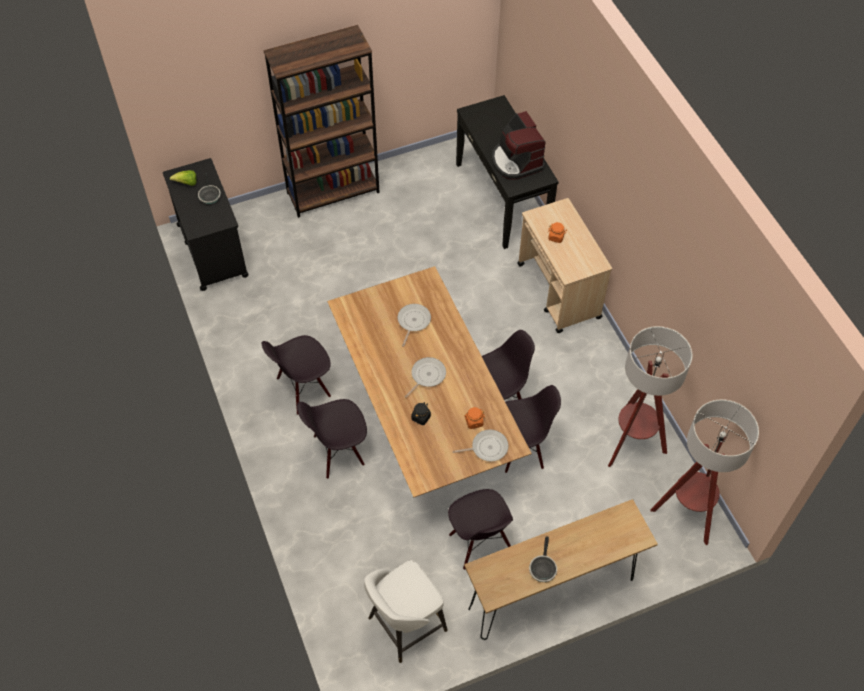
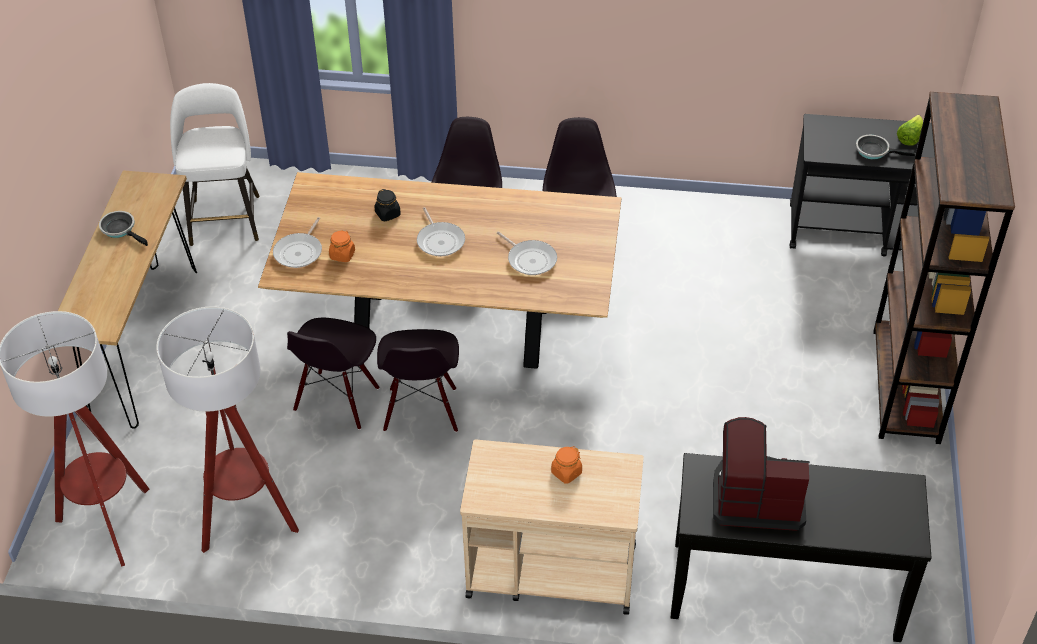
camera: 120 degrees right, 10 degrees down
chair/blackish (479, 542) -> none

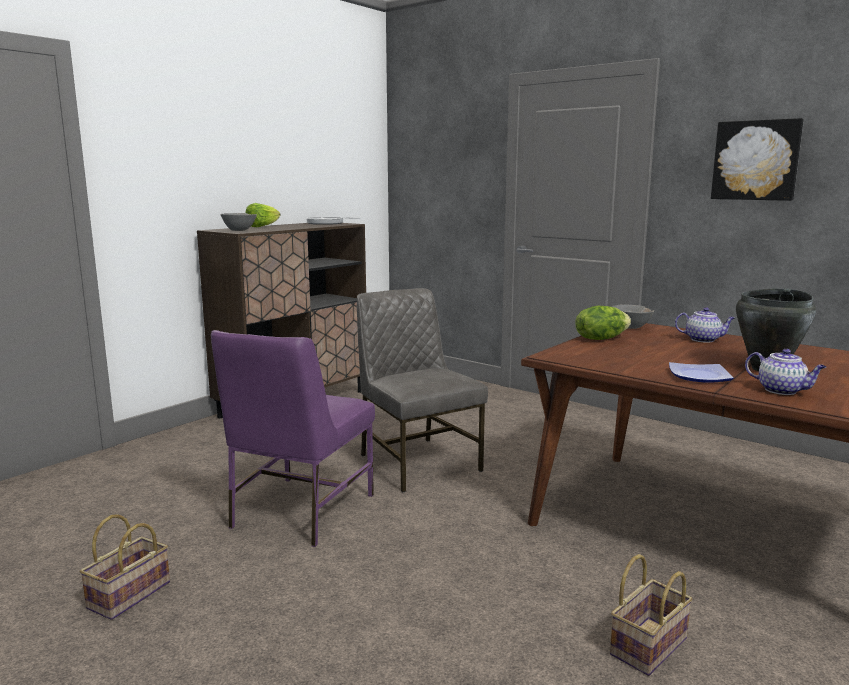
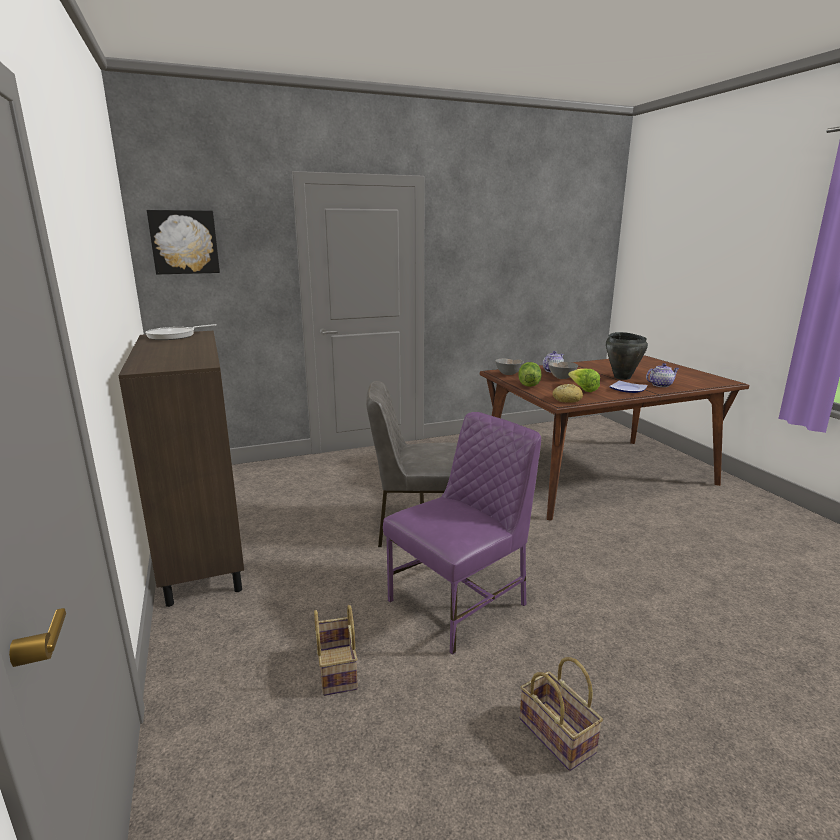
camera: 60 degrees left, 5 degrees up
none -> bakery bread (566, 399)
deep dish/grey (239, 231) -> deep dish/grey (562, 378), relocated
head of lettuce (263, 226) -> head of lettuce (583, 389), relocated
household basket (648, 644) -> household basket (335, 669), relocated
wall picture (756, 160) -> wall picture (184, 242), relocated
chair/purplish (300, 511) -> chair/purplish (460, 603), 90 degrees counterclockwise

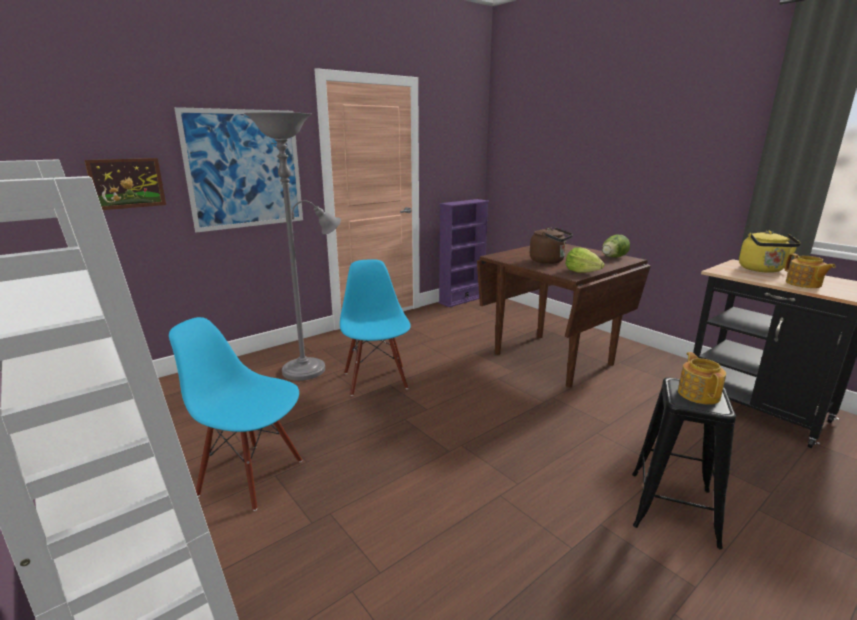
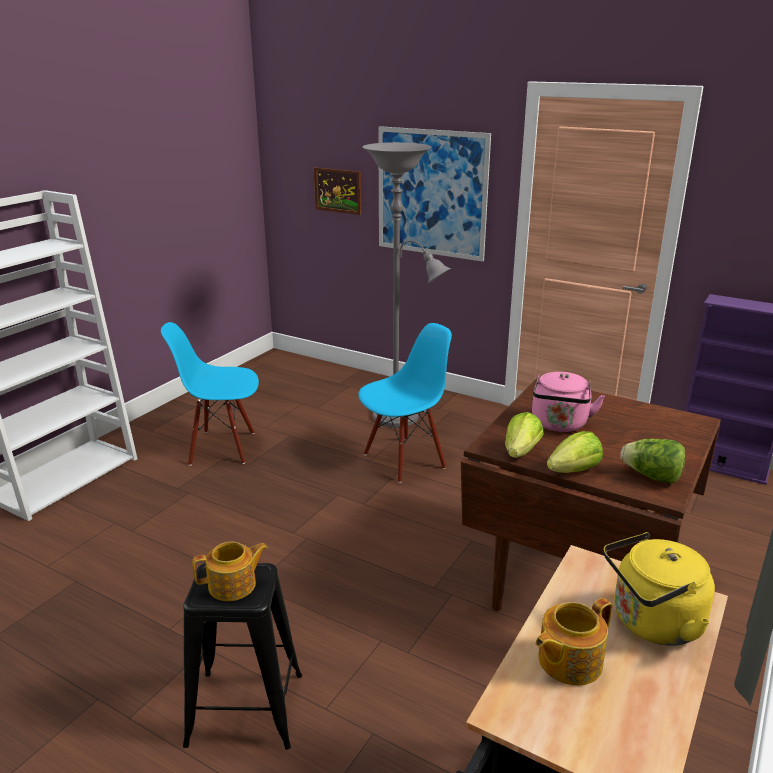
camera: 70 degrees right, 5 degrees up
none -> head of lettuce (574, 470)
kettle/brown-coloured (549, 261) -> kettle/pinkish (559, 425)
chair/bluish (252, 476) -> chair/bluish (222, 447), 90 degrees counterclockwise

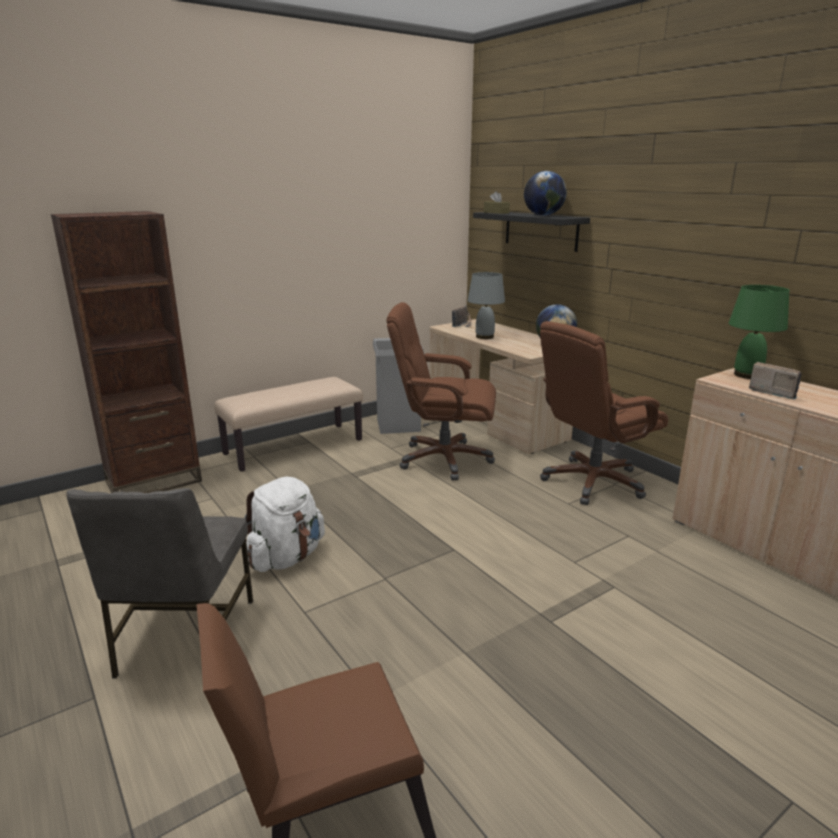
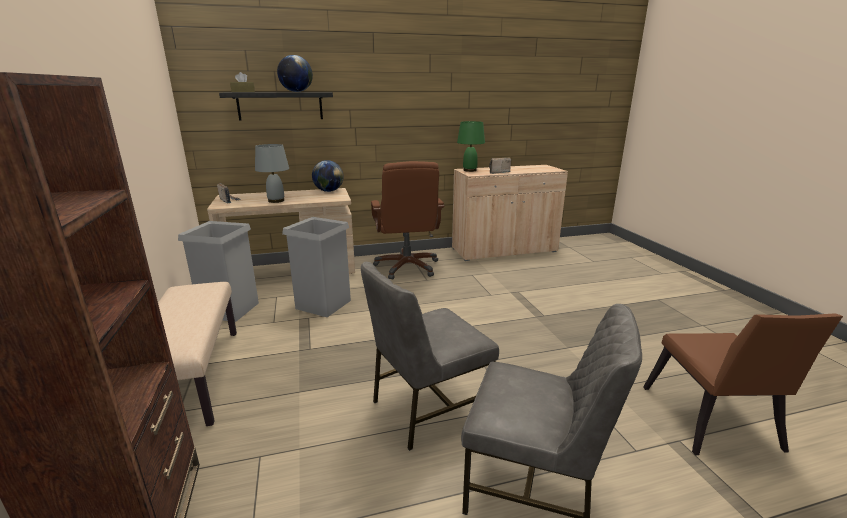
camera: 70 degrees left, 0 degrees up
knapsack/whitish (286, 557) -> chair/grey (427, 408)
office chair/brown-coloured (443, 459) -> waste bin/grey (323, 304)

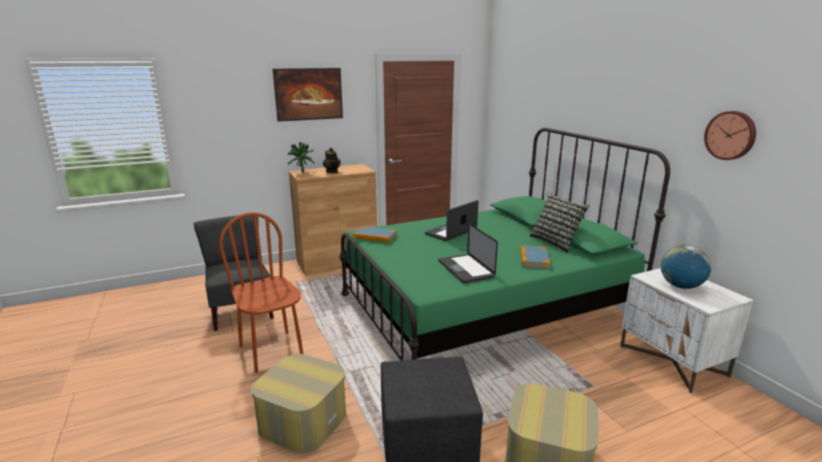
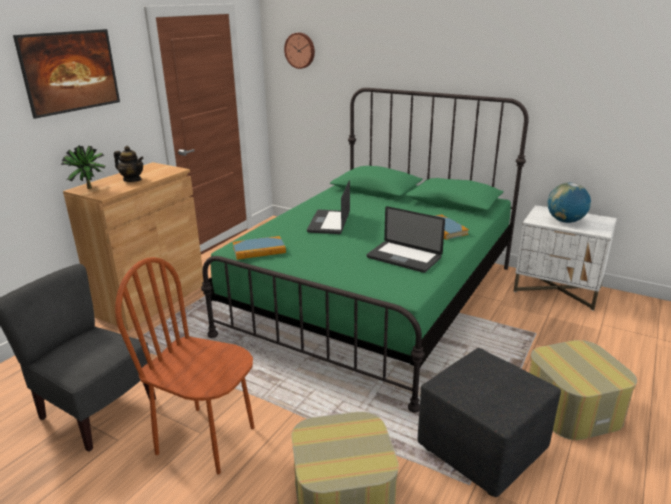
camera: 35 degrees left, 5 degrees up
pillow (556, 242) -> none
clock on the wall (731, 135) -> clock on the wall (300, 50), relocated

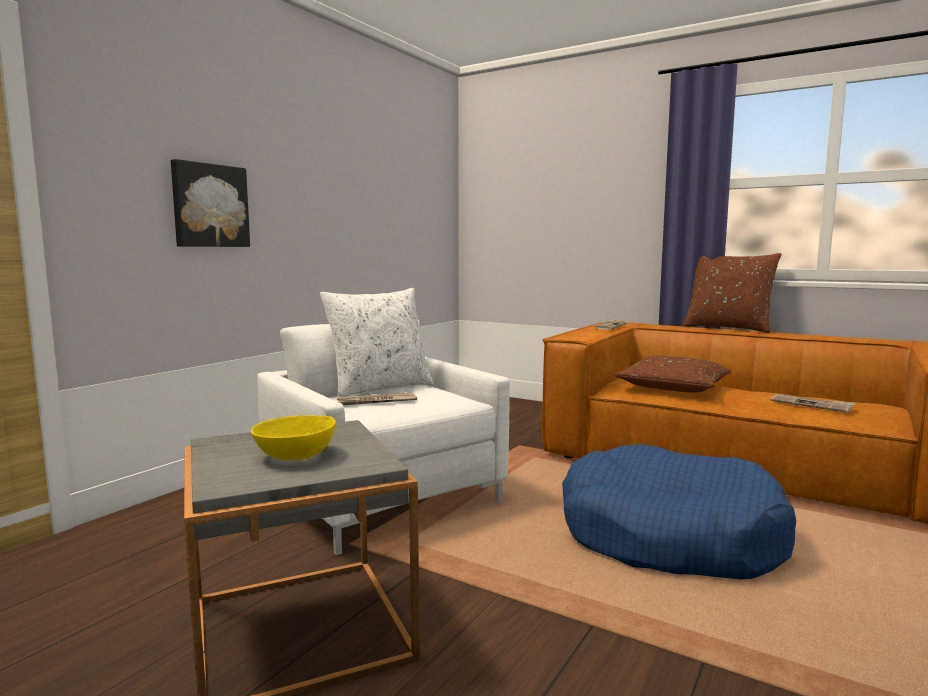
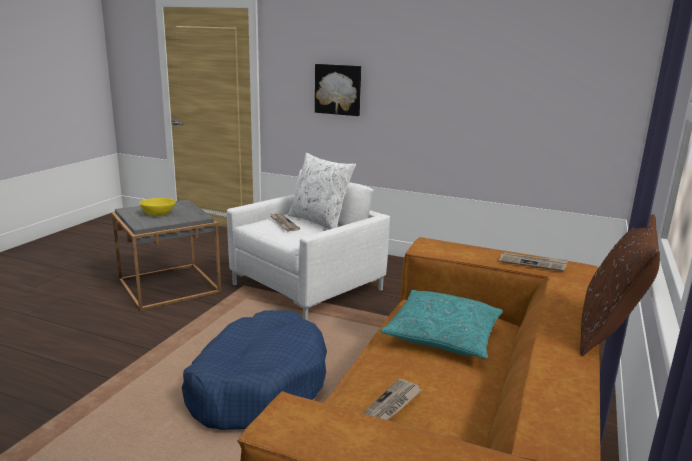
camera: 80 degrees right, 10 degrees up
pillow/brown-coloured (673, 387) -> pillow/turquoise (443, 334)

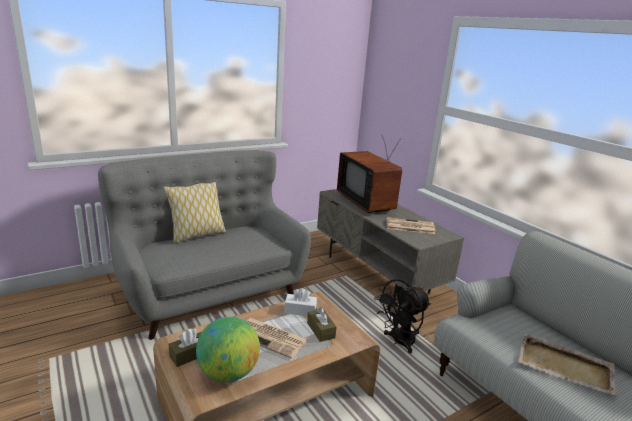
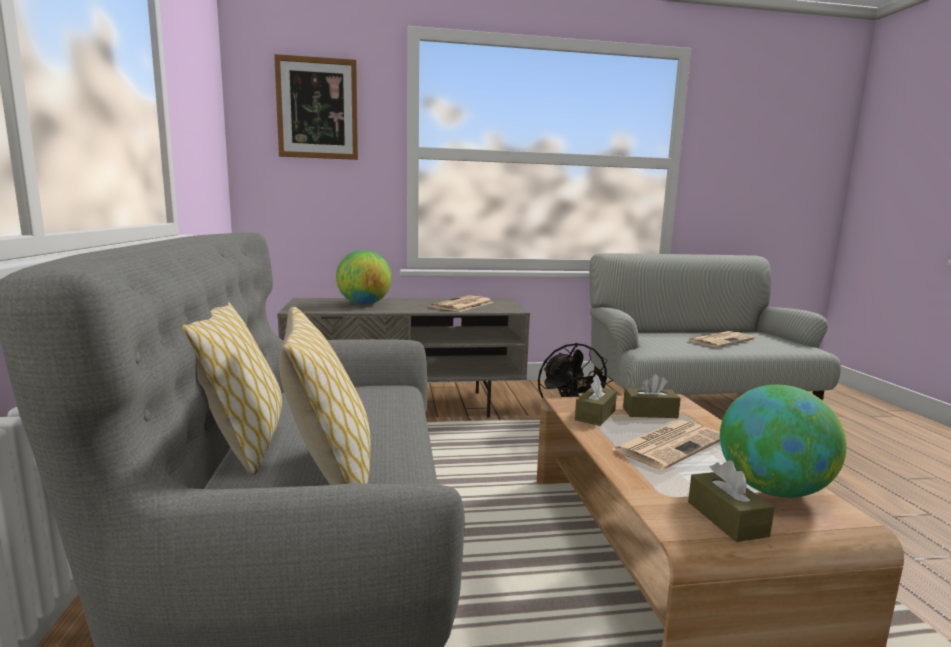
camera: 65 degrees left, 10 degrees down
none -> wall picture (317, 108)
none -> pillow (329, 475)
TV (368, 202) -> globe (364, 304)
carrying tray/beige-coloured (565, 366) -> daily paper (720, 340)
tissue box/whitish (300, 310) -> tissue box/brown-coloured (595, 415)

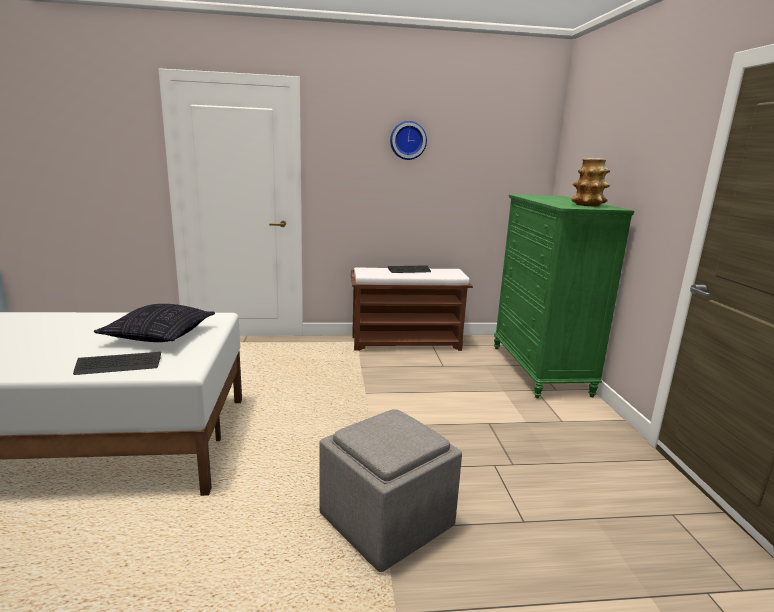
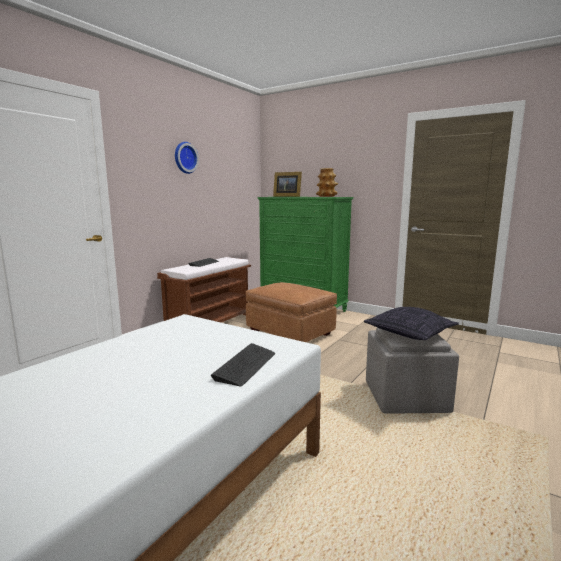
camera: 50 degrees left, 5 degrees down
none -> pouffe/brown-coloured (290, 332)
none -> photo frame (286, 196)
pillow (160, 336) -> pillow (409, 334), relocated

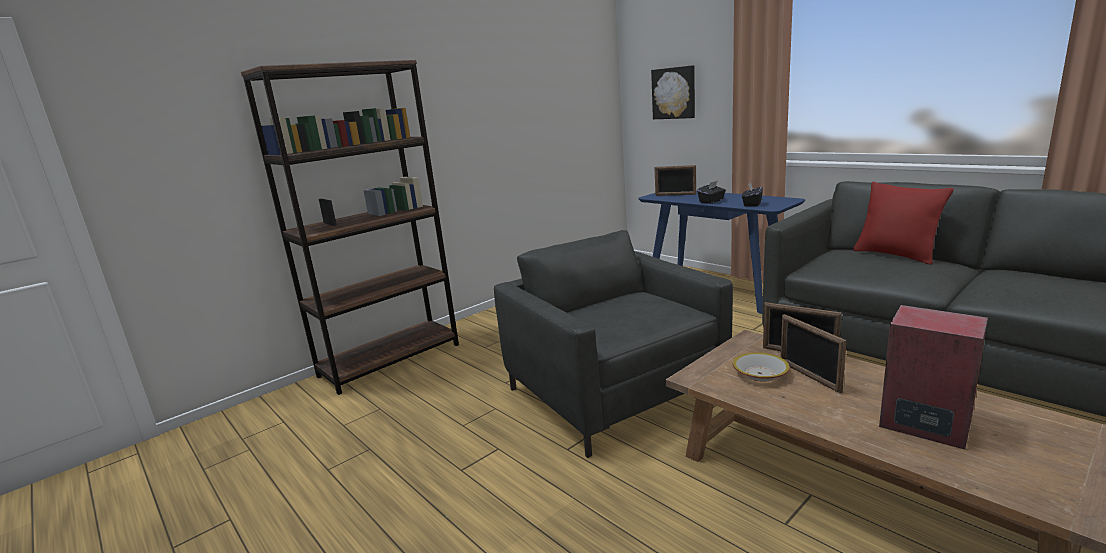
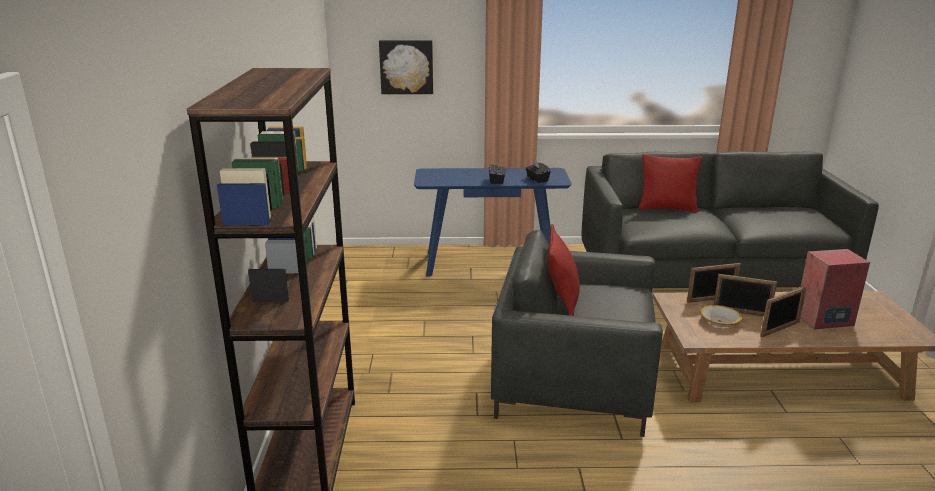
camera: 50 degrees left, 5 degrees up
none -> pillow/red-coloured (561, 302)
photo frame (675, 195) -> photo frame (780, 329), relocated

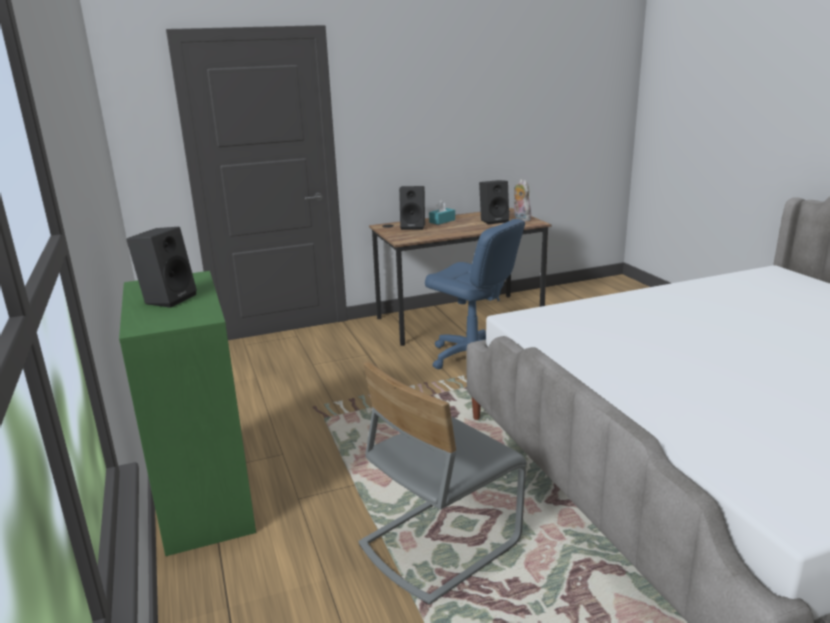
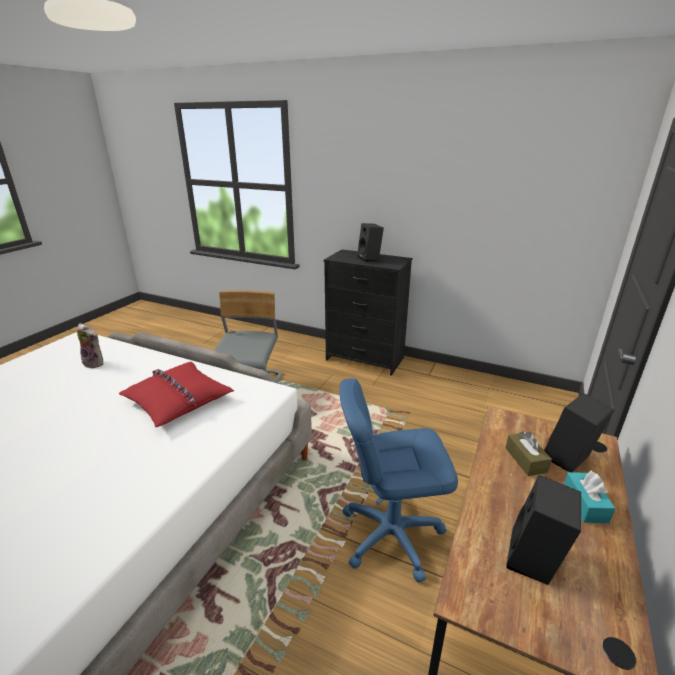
camera: 135 degrees right, 5 degrees up
none -> pillow/red-coloured (177, 400)
none -> tissue box/brown-coloured (525, 460)
soft toy (520, 219) -> soft toy (95, 363), relocated
dresser/green-coloured (206, 498) -> dresser/blackish (364, 359)

